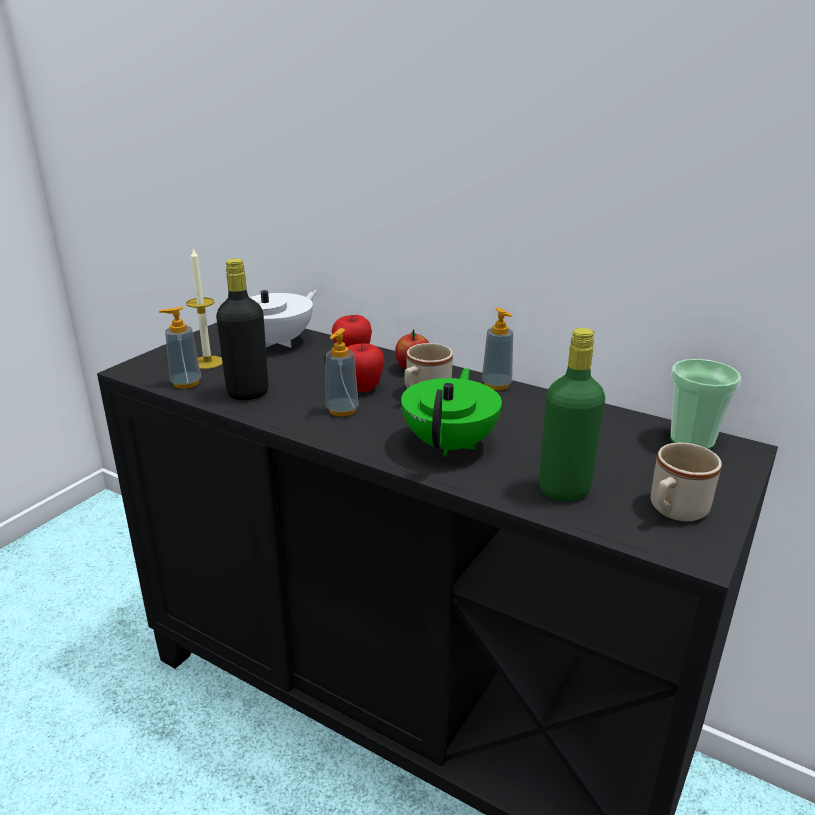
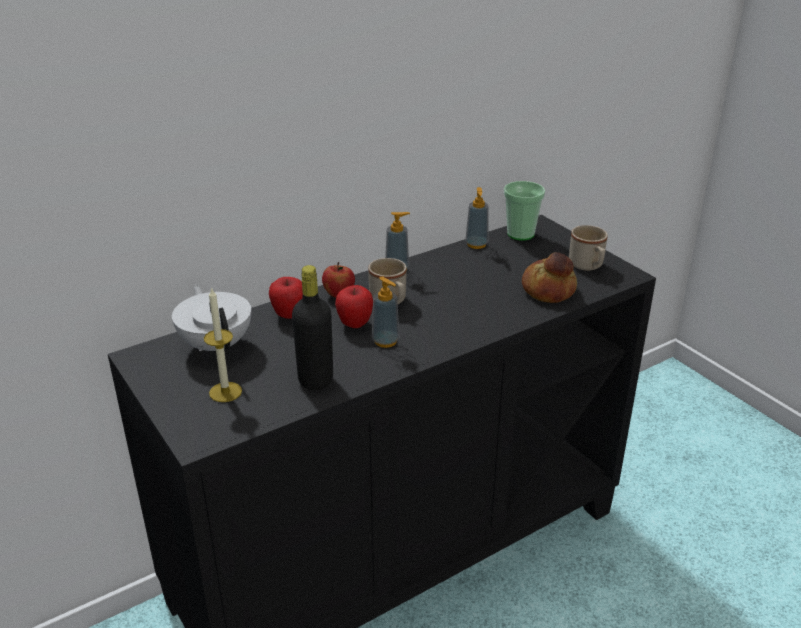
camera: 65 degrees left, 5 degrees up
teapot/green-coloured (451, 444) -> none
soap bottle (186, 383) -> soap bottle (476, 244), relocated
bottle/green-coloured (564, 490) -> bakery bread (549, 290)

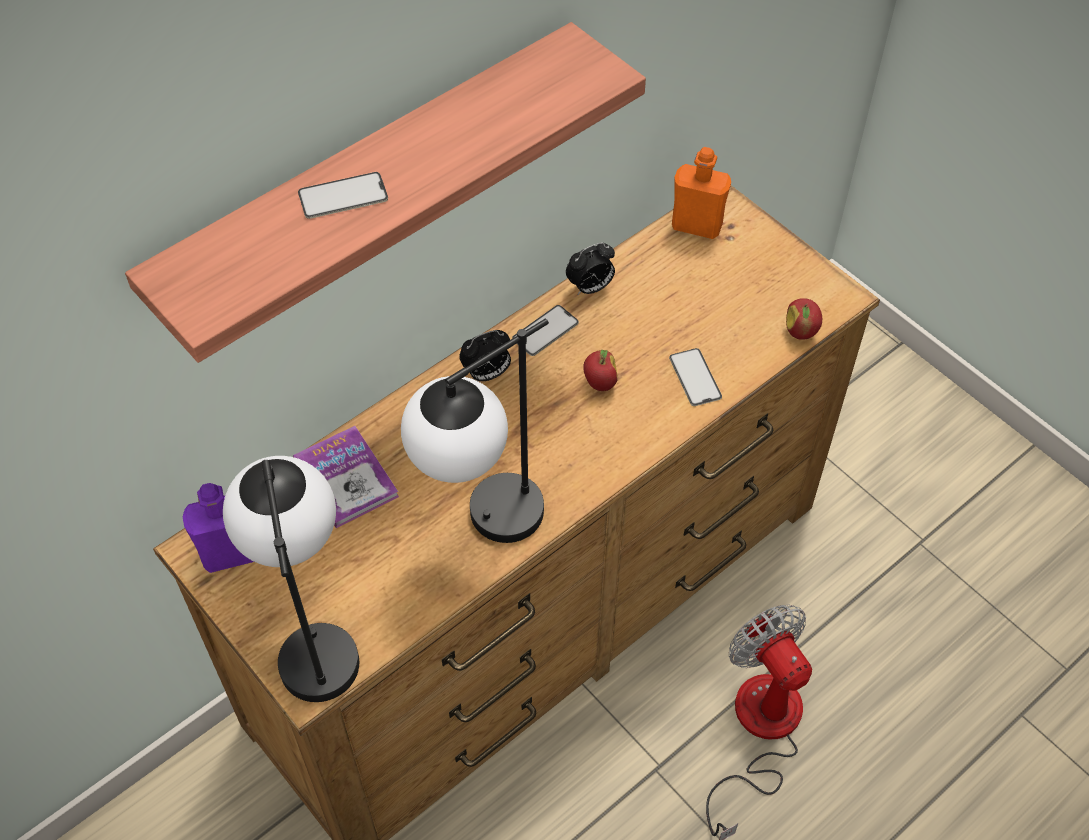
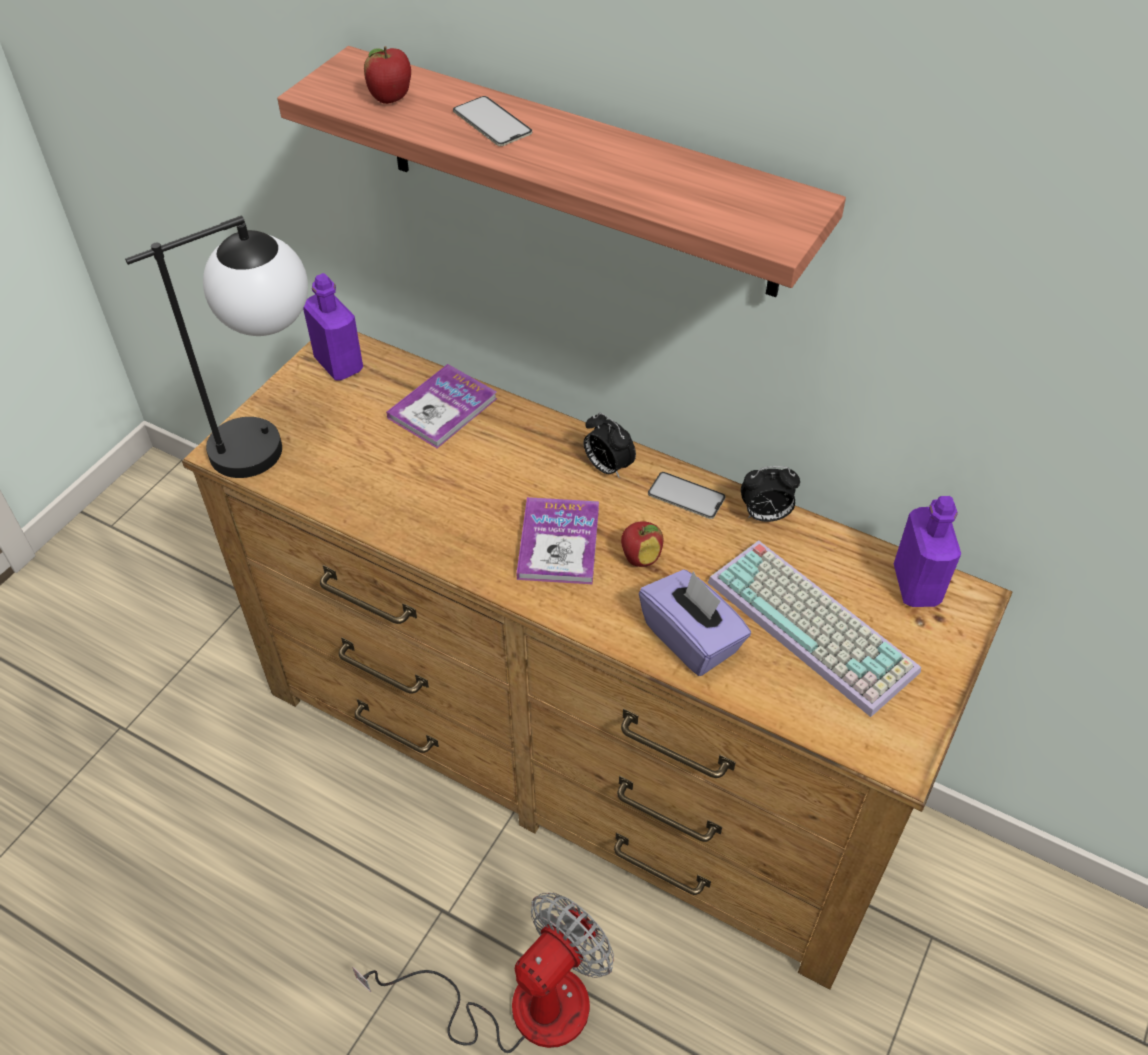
camera: 70 degrees right, 5 degrees down
tabletop lamp (482, 528) -> none
none -> book (558, 543)
none -> computer keyboard (815, 625)
apple fruit (801, 332) -> apple fruit (391, 99), relocated
phone (695, 377) -> tissue box/purplish (691, 638)
bottle/orange-coloured (696, 226) -> bottle/purplish (916, 585)
table clock (590, 288) -> table clock (765, 516), 45 degrees counterclockwise

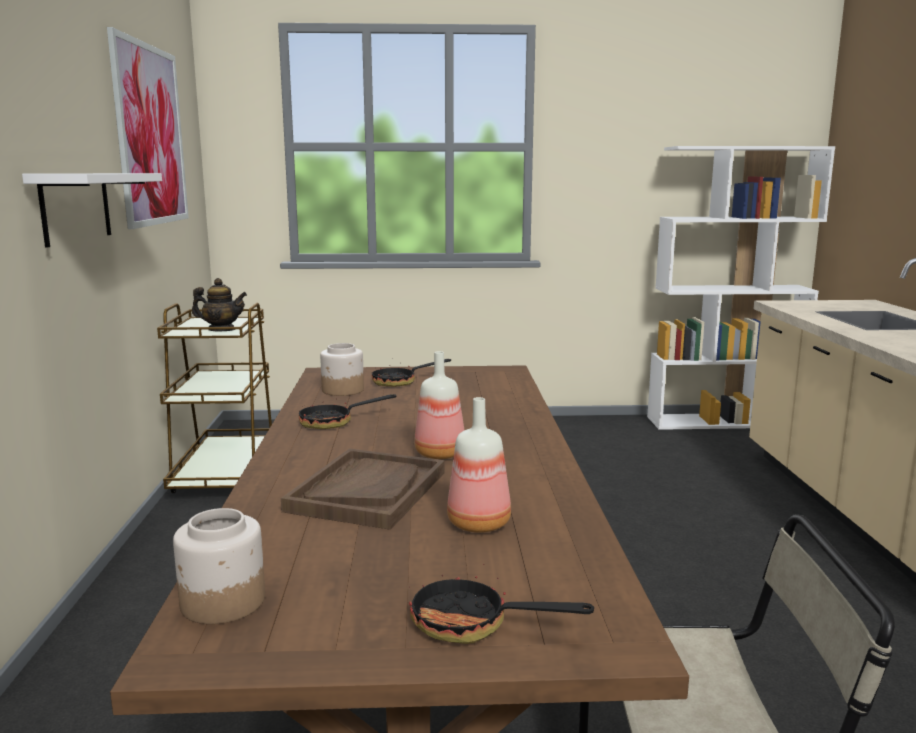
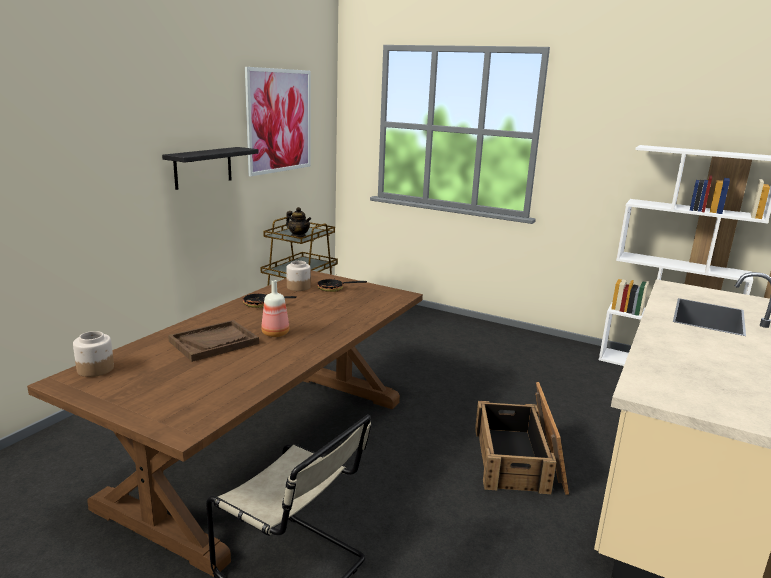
camera: 30 degrees right, 5 degrees up
frying pan (473, 625) -> none
bottle (480, 523) -> none
none -> packing crate (519, 459)
bracket shelf/whitish (76, 207) -> bracket shelf/blackish (203, 167)

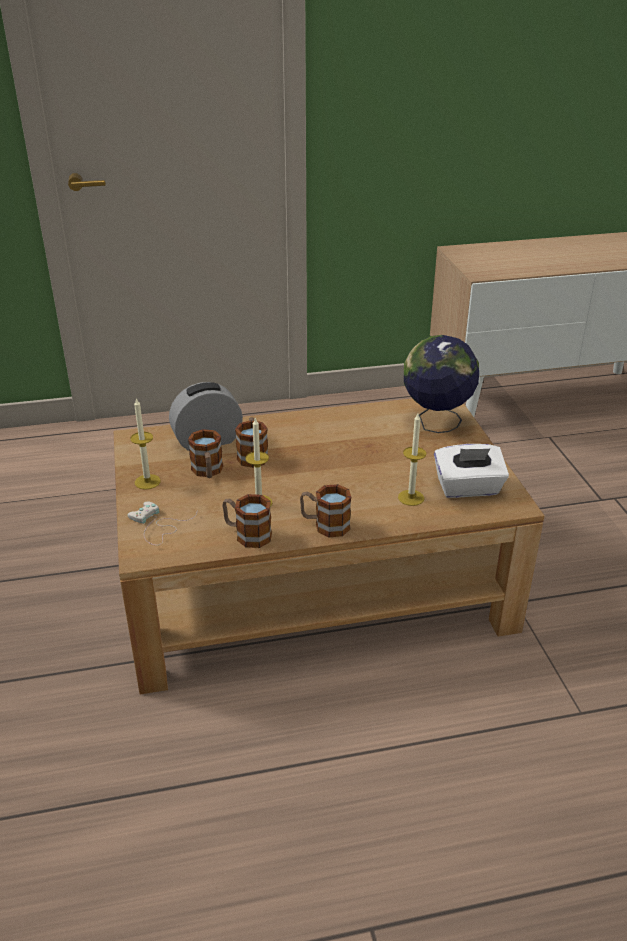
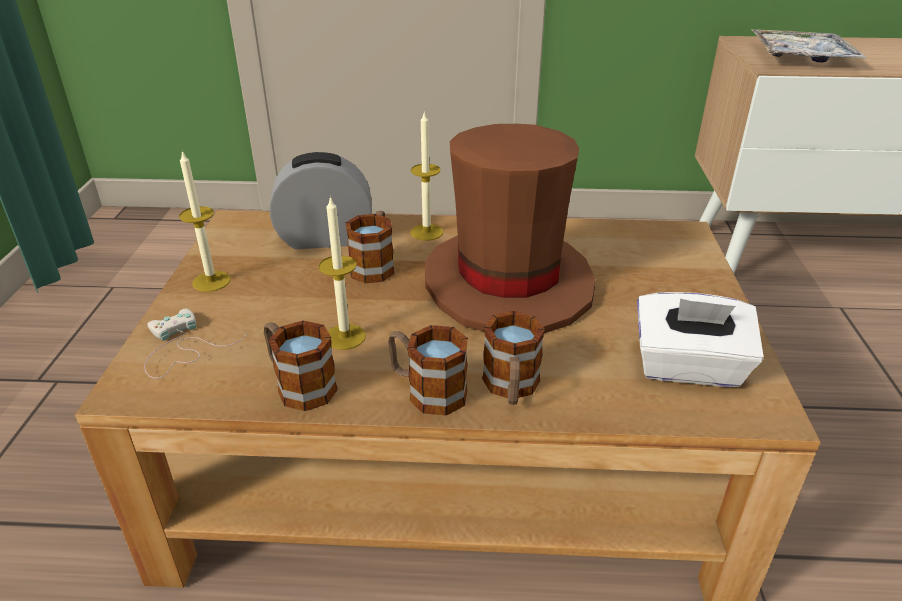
camera: 15 degrees right, 0 degrees up
globe (436, 423) -> none
none -> hat/brown-coloured (508, 283)
none -> carrying tray (801, 57)
coffee mug (207, 472) -> coffee mug (511, 388), relocated
wax light (411, 497) -> wax light (426, 232), relocated

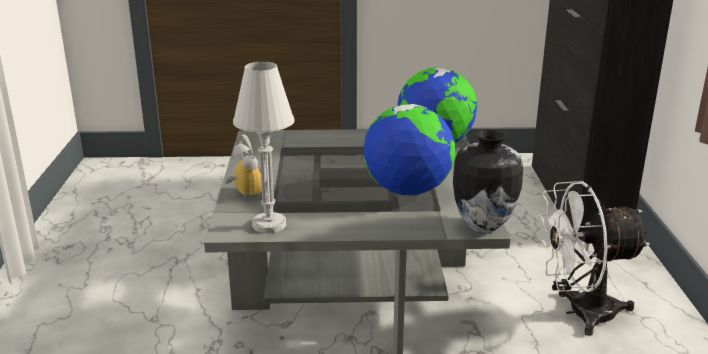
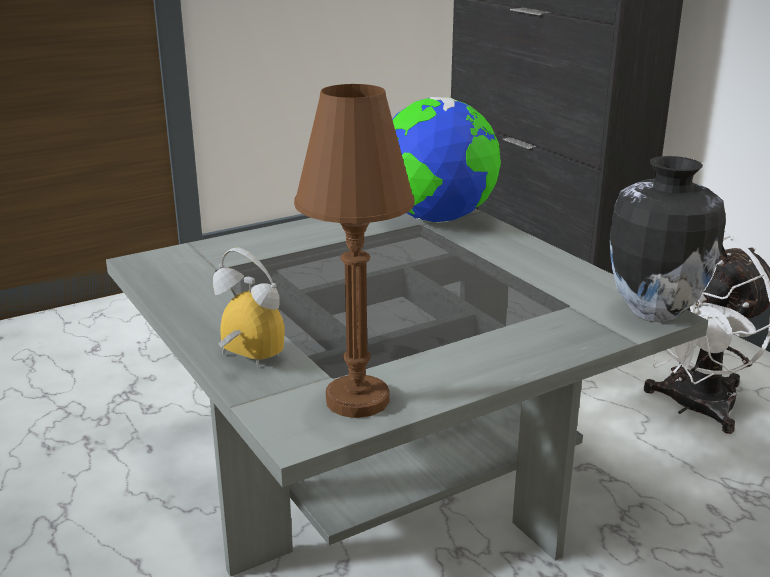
camera: 30 degrees left, 0 degrees up
globe (407, 191) -> none
tabletop lamp/whitish (269, 225) -> tabletop lamp/brown-coloured (357, 400)

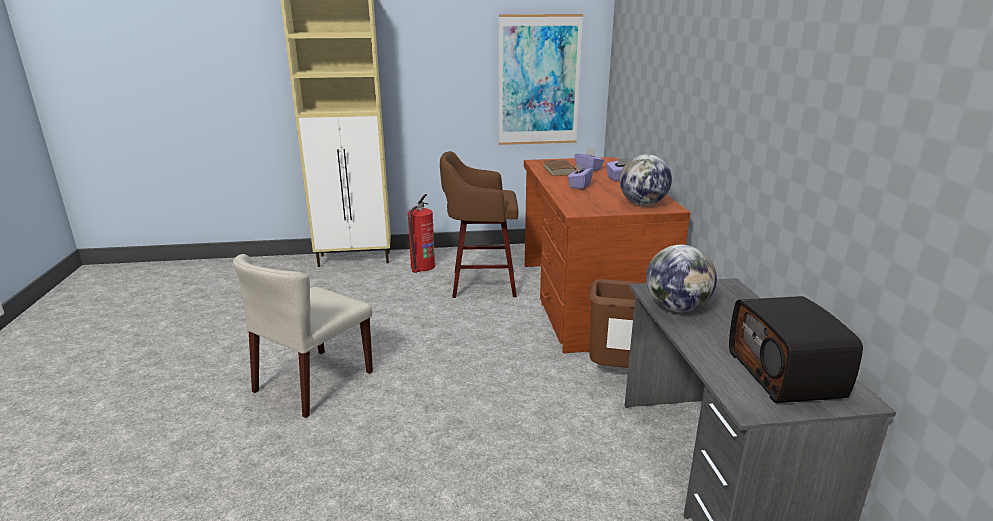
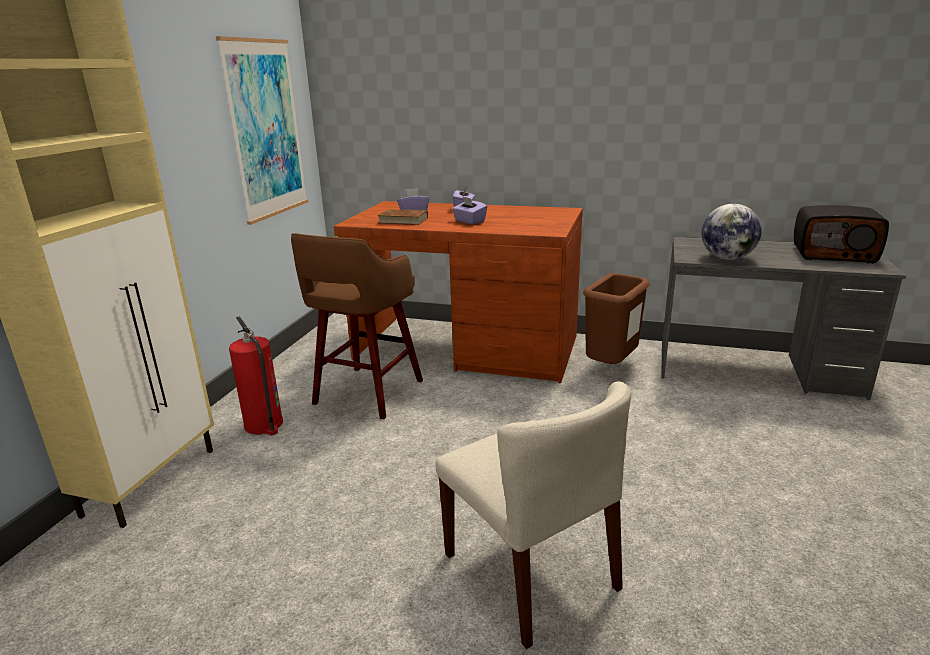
camera: 65 degrees left, 0 degrees up
globe (643, 204) -> none

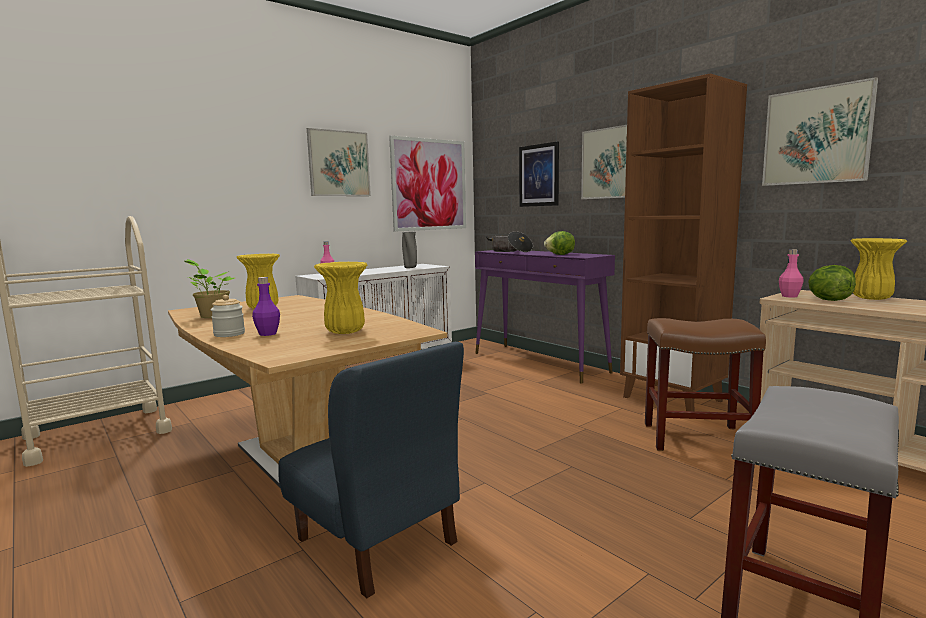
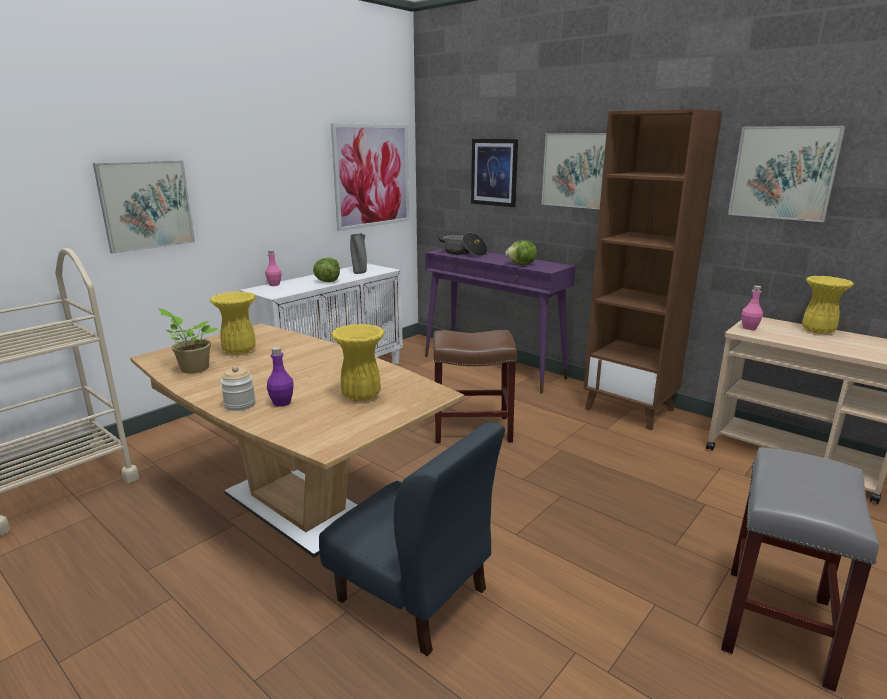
camera: 10 degrees left, 10 degrees up
wall picture (339, 163) -> wall picture (146, 205), relocated
stool seat/brown-coloured (697, 438) -> stool seat/brown-coloured (473, 429), relocated
head of lettuce (828, 300) -> head of lettuce (327, 281), relocated

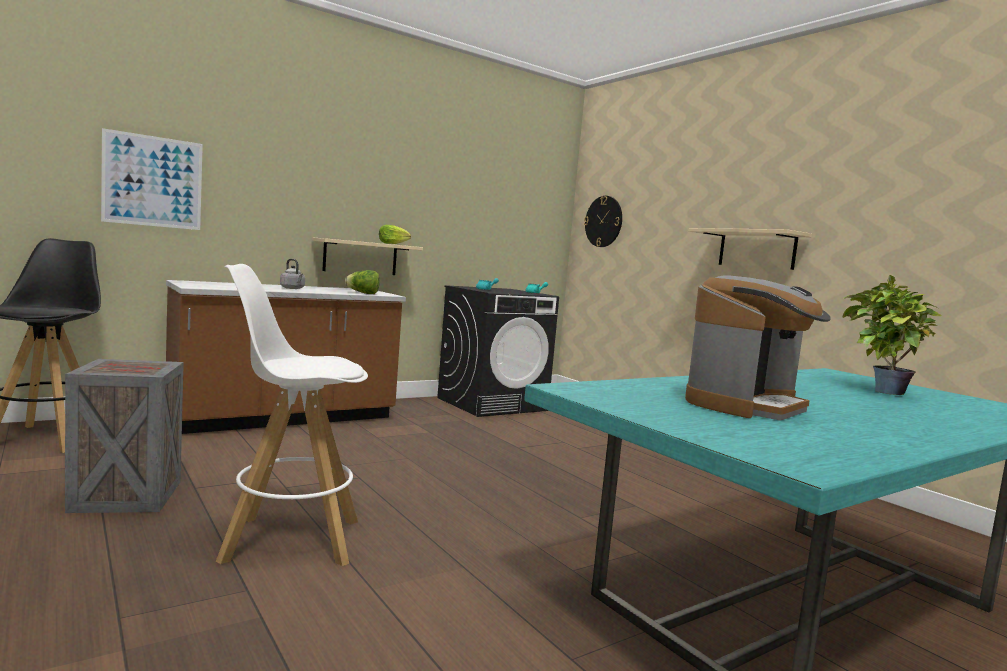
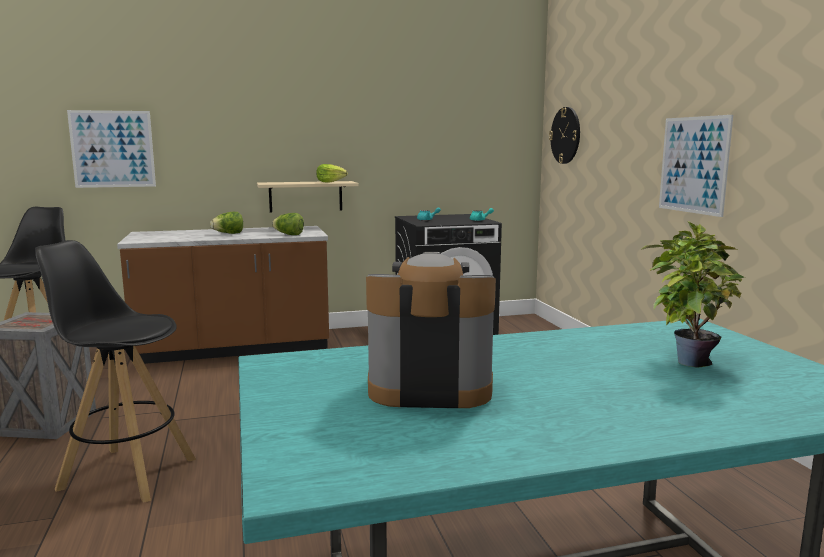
camera: 20 degrees right, 5 degrees up
kettle/grey (293, 288) -> head of lettuce (228, 234)
bracket shelf/beige-coloured (756, 249) -> wall picture (693, 165)
stool seat/whitish (290, 540) -> stool seat/blackish (126, 473)
coffee brewer (746, 405) -> coffee brewer (429, 387), 150 degrees counterclockwise

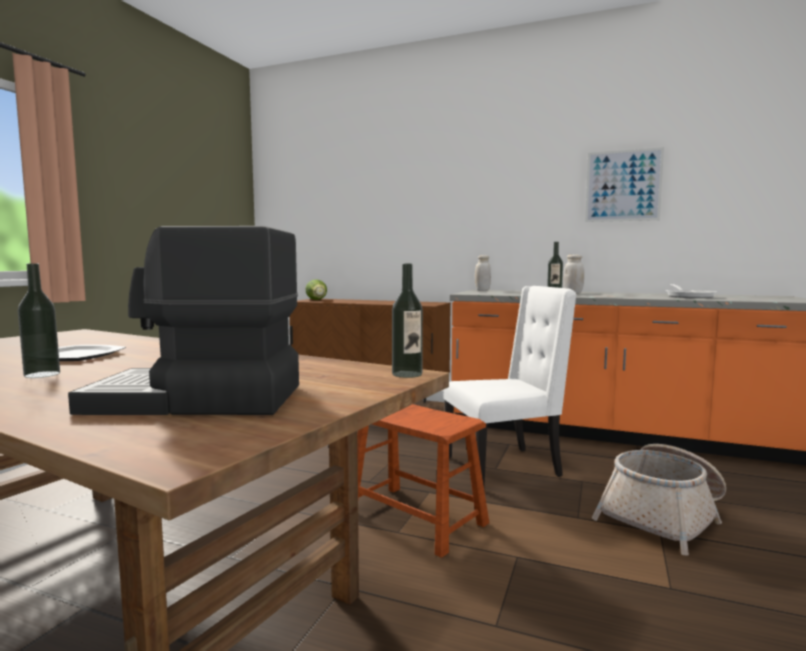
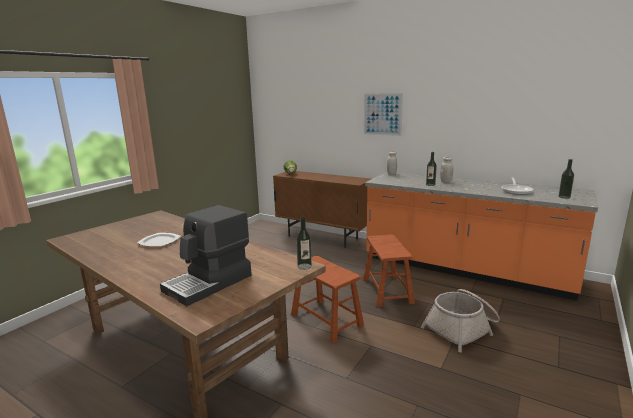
camera: 10 degrees right, 10 degrees up
bottle (42, 374) -> bottle (564, 197), relocated
wall picture (623, 186) -> wall picture (382, 114), relocated
chair/whitish (504, 467) -> stool seat/brown-coloured (387, 290)
coffee brewer (197, 400) -> coffee brewer (209, 283), 60 degrees counterclockwise

